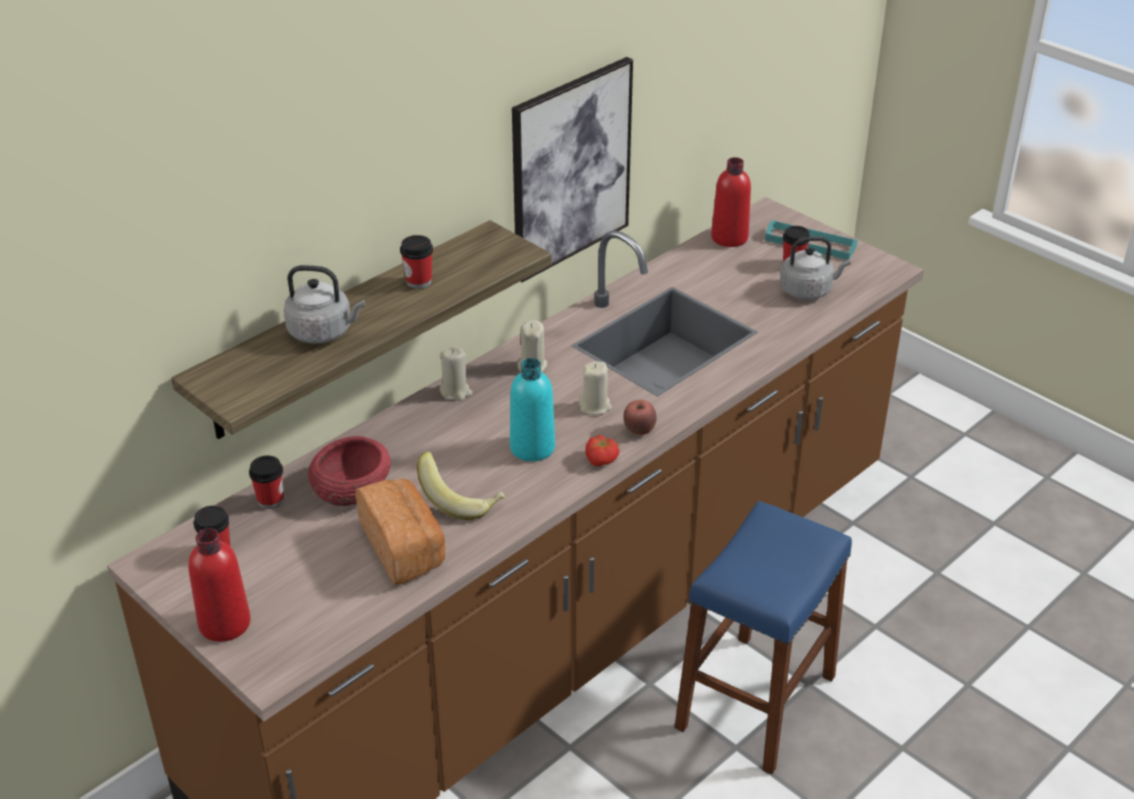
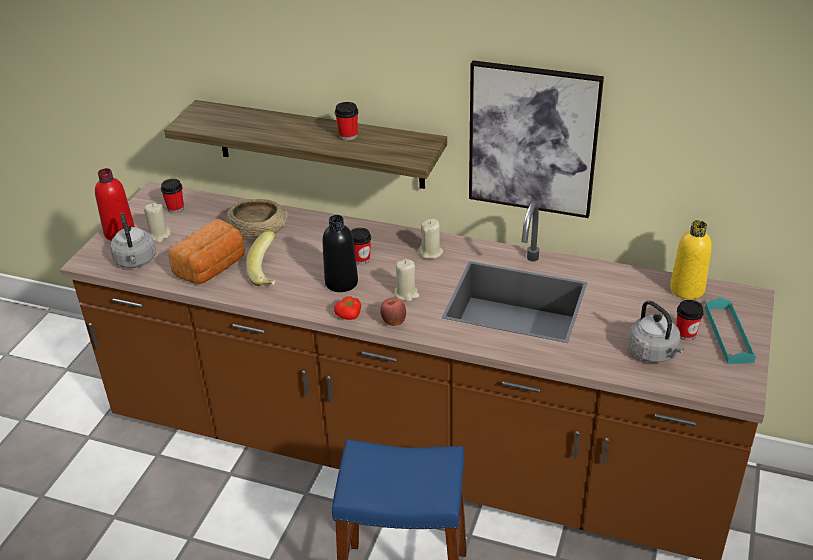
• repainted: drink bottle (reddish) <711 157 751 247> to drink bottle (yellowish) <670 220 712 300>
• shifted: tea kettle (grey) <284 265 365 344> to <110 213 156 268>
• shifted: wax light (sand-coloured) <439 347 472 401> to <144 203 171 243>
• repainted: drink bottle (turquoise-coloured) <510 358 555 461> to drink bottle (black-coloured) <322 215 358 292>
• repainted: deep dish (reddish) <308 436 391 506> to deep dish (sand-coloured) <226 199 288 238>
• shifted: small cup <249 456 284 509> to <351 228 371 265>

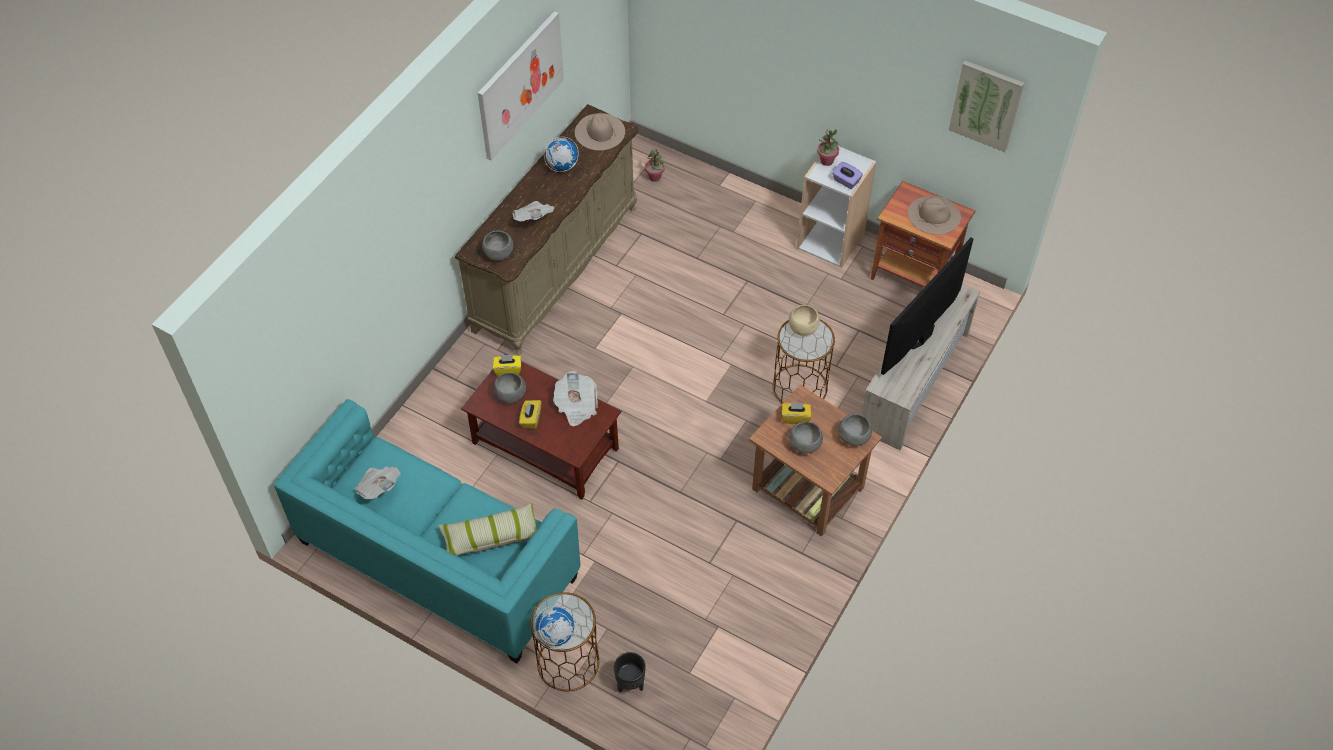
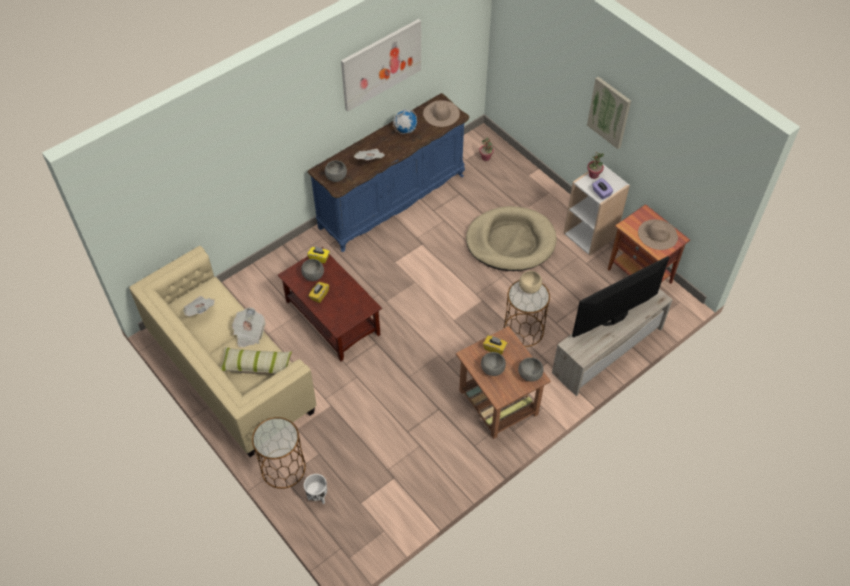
• shifted: picture <949 60 1024 152> to <587 77 631 149>
• repainted: cabinet (sand-coloured) <455 104 638 355> to cabinet (blue-coloured) <307 93 469 252>
• shifted: printed paper <553 371 598 426> to <232 307 266 347>
• repainted: settee (turquoise-coloured) <274 399 581 663> to settee (sand-coloured) <129 246 316 457>
• gone: desk globe <534 606 577 649>
• repainted: flower pot (black-coloured) <614 652 646 692> to flower pot (white) <304 474 327 504>
• new: dog bed (sand-coloured) <466 206 557 271>

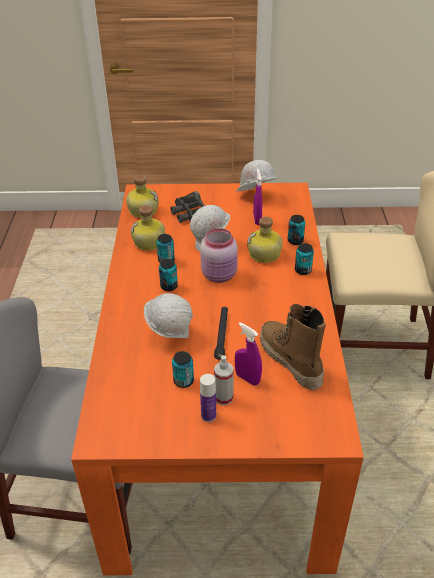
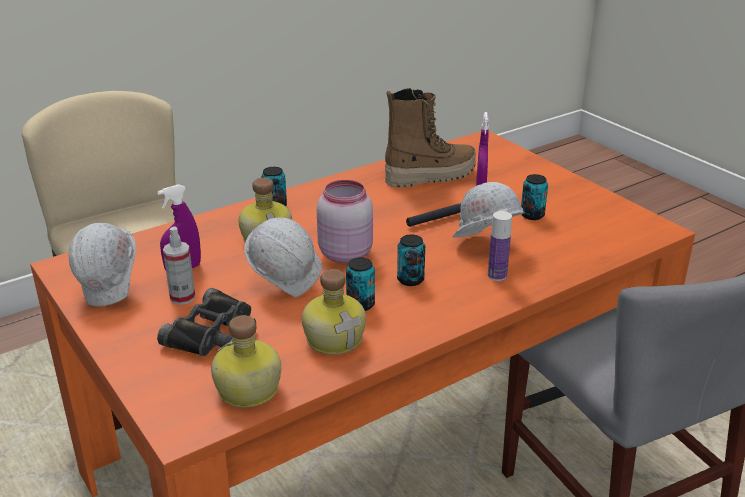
• gone: sealed can <288 215 305 245>
• rotated: tall boot <260 304 326 390> = <385 88 476 188> 135 degrees counterclockwise
• shifted: hand sprayer <214 355 234 405> to <163 226 195 305>
• shifted: drink bottle <200 374 216 422> to <488 211 512 281>

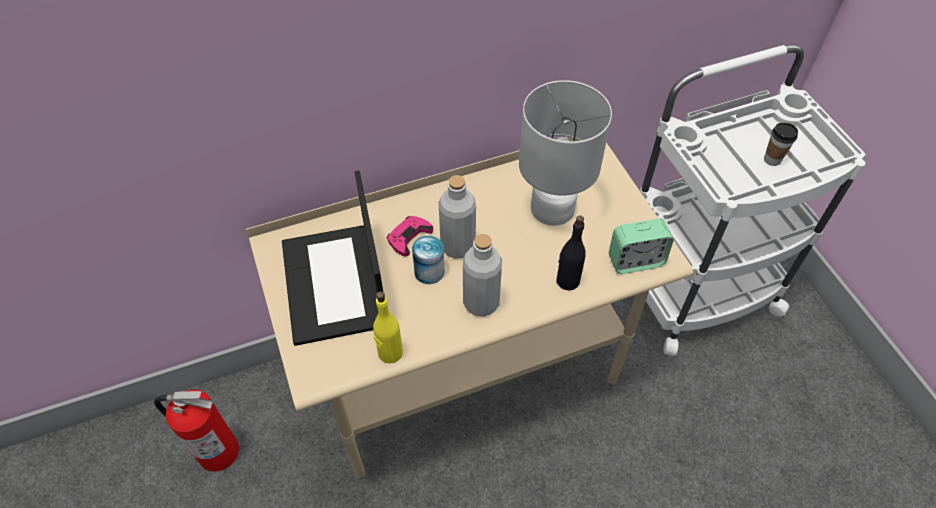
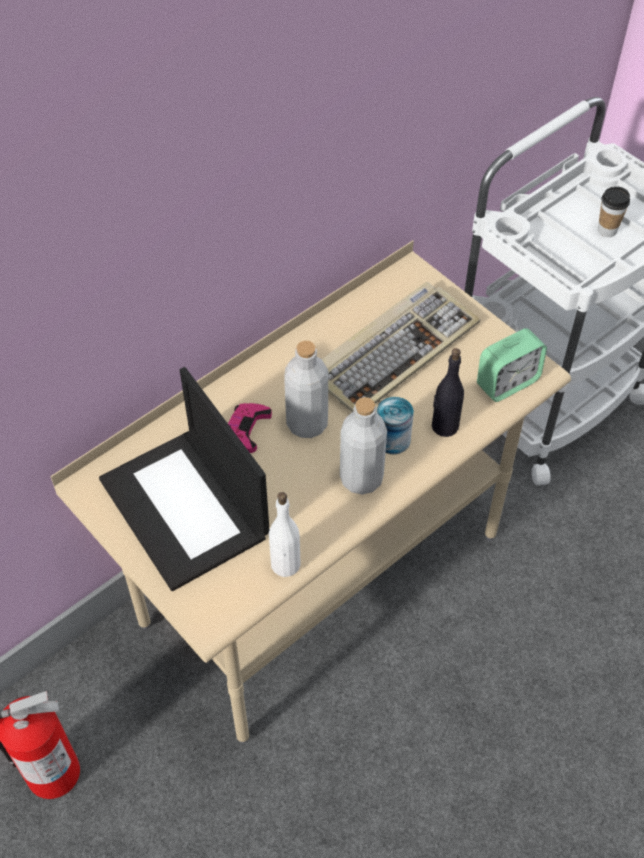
• swapped: lamp for a table (grey) <519 80 612 226> to computer keyboard <322 282 481 412>
• shifted: sealed can <412 235 445 284> to <377 397 414 454>
• repainted: drink bottle (yellowish) <373 291 403 364> to drink bottle (white) <269 492 301 577>

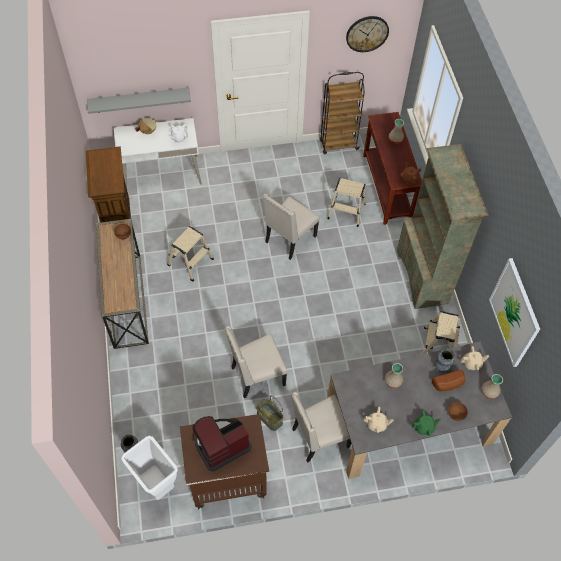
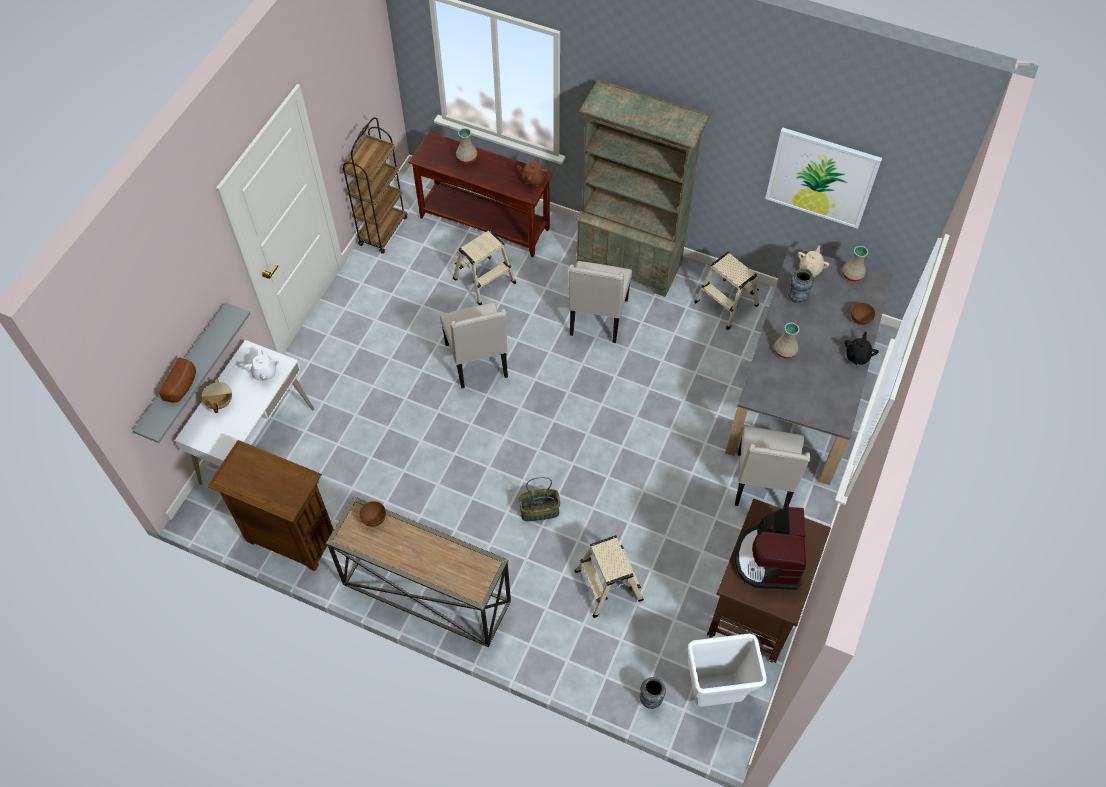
• gone: wall clock <346 16 389 52>
• shifted: step stool (sand-coloured) <167 226 214 282> to <575 535 644 618>
• shifted: plain chair (sand-coloured) <225 326 288 398> to <568 261 632 343>
• shifted: bread <432 370 466 391> to <159 358 196 402>
• shifted: household basket <256 396 284 431> to <519 477 560 521>
• gone: tea pot (sand-coloured) <363 407 393 433>
• repainted: tea pot (greenish) <411 410 441 436> to tea pot (black-coloured) <844 332 879 365>

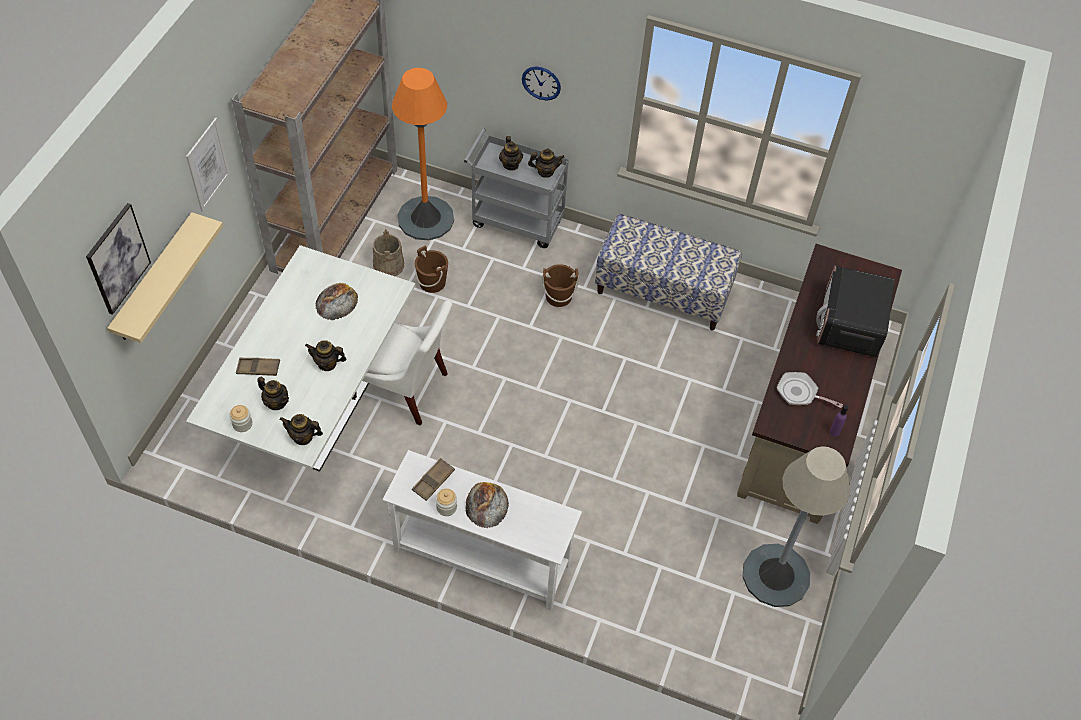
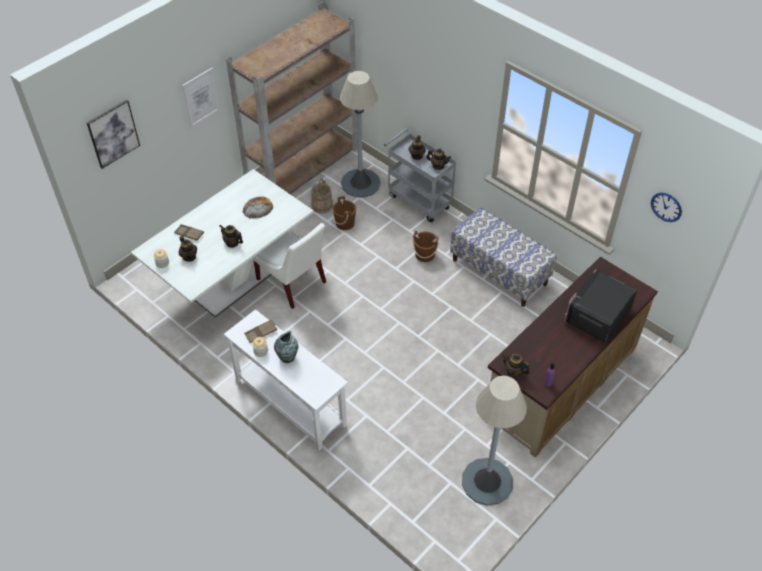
• shifted: wall clock <522 66 561 101> to <651 193 682 222>
• repainted: standing lamp (orange) <392 68 454 241> to standing lamp (grey) <340 71 381 197>
• gone: wall shelf (sand-coloured) <107 212 223 343>
• gone: skillet <777 372 843 408>
• shifted: tea pot <279 414 323 445> to <502 352 530 378>
• swapped: bread <465 482 509 528> to flower vase <274 331 298 363>

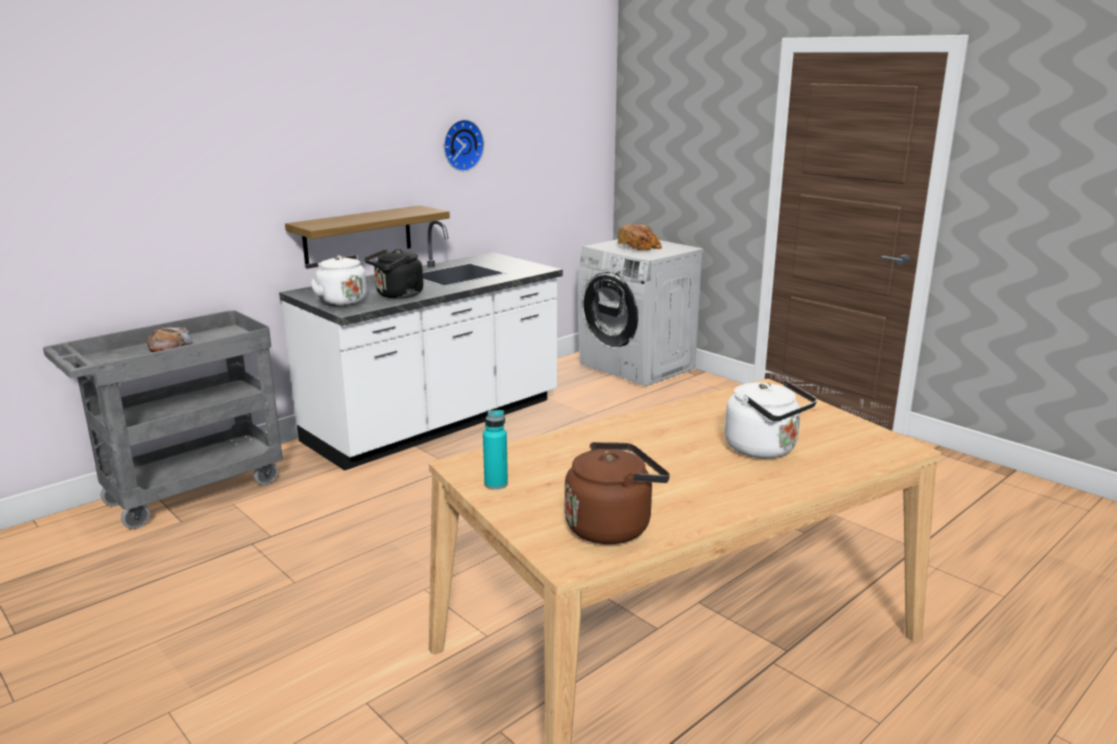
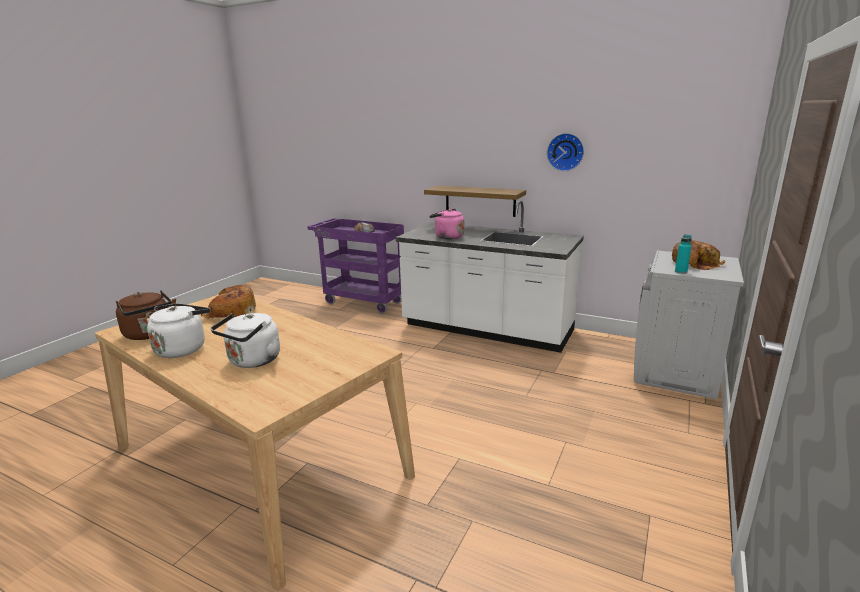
• repainted: tea kettle (black-coloured) <365 249 423 299> to tea kettle (pink) <429 209 464 239>
• shifted: tea kettle (white) <305 255 367 306> to <146 304 210 358>
• repainted: cart (grey) <43 310 283 529> to cart (purple-coloured) <307 218 404 314>
• shifted: drink bottle (turquoise-coloured) <483 410 508 490> to <675 234 692 274>
• new: bread <201 285 256 319>

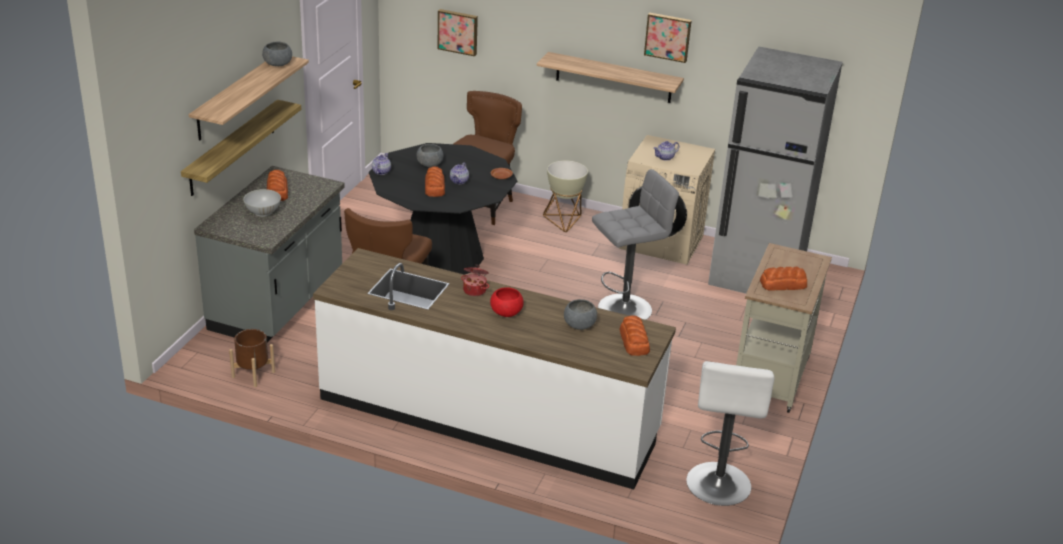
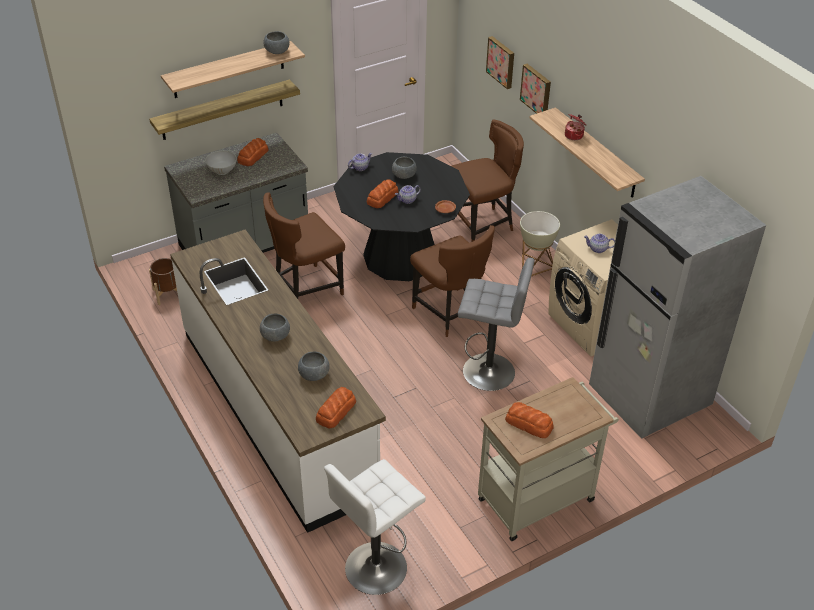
• shifted: picture <644 13 692 63> to <520 64 551 114>
• shifted: saucepot <461 264 489 296> to <565 114 586 140>
• repainted: deep dish (reddish) <490 287 524 317> to deep dish (grey) <260 314 290 342>
• new: plain chair (brownish) <410 225 495 337>

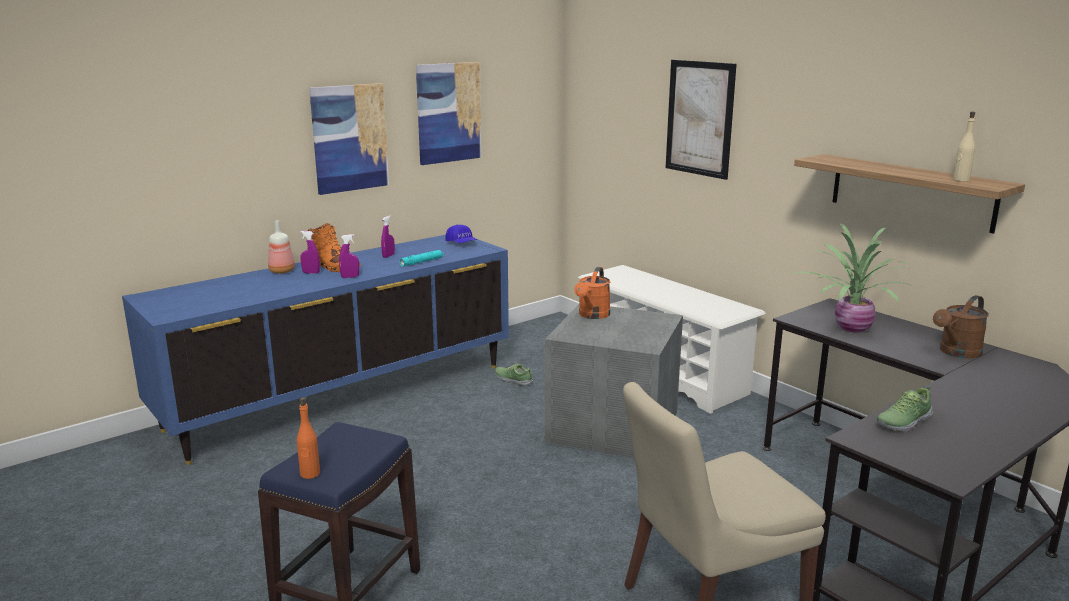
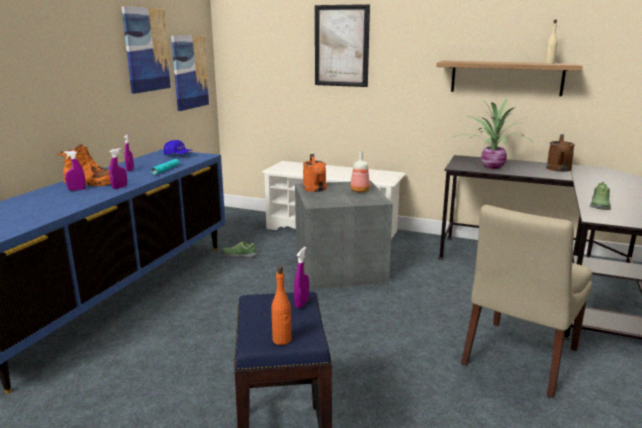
• shifted: picture <309 83 389 195> to <171 35 210 111>
• shifted: drink bottle <268 220 295 274> to <350 151 370 193>
• new: hand sprayer (purple-coloured) <294 247 309 308>

